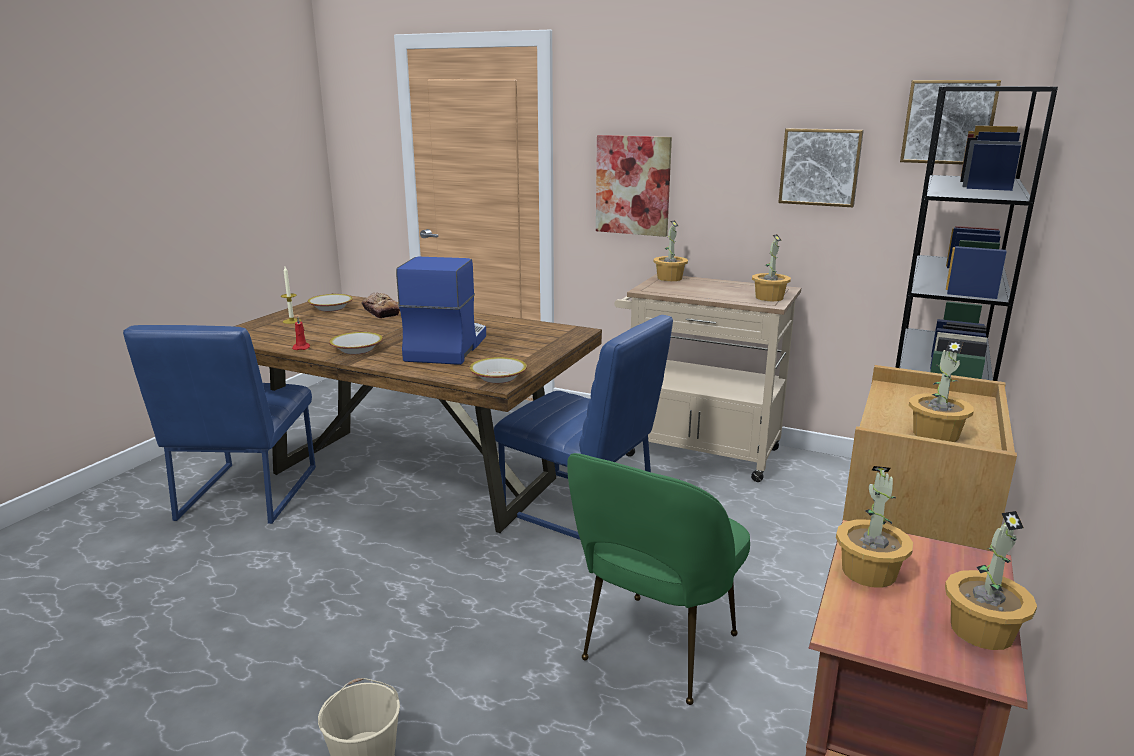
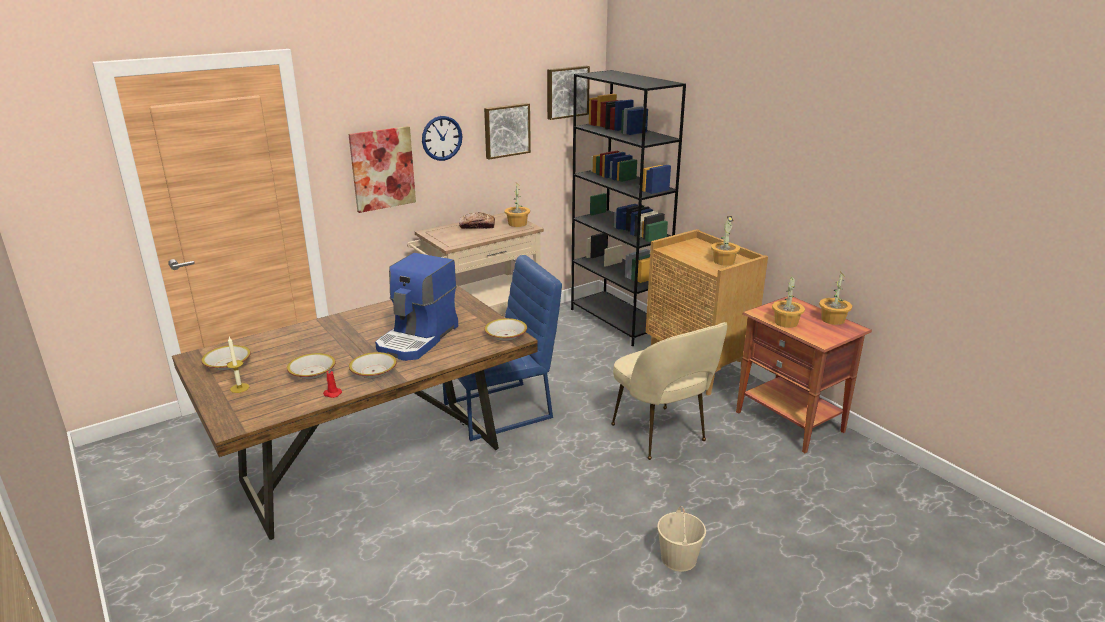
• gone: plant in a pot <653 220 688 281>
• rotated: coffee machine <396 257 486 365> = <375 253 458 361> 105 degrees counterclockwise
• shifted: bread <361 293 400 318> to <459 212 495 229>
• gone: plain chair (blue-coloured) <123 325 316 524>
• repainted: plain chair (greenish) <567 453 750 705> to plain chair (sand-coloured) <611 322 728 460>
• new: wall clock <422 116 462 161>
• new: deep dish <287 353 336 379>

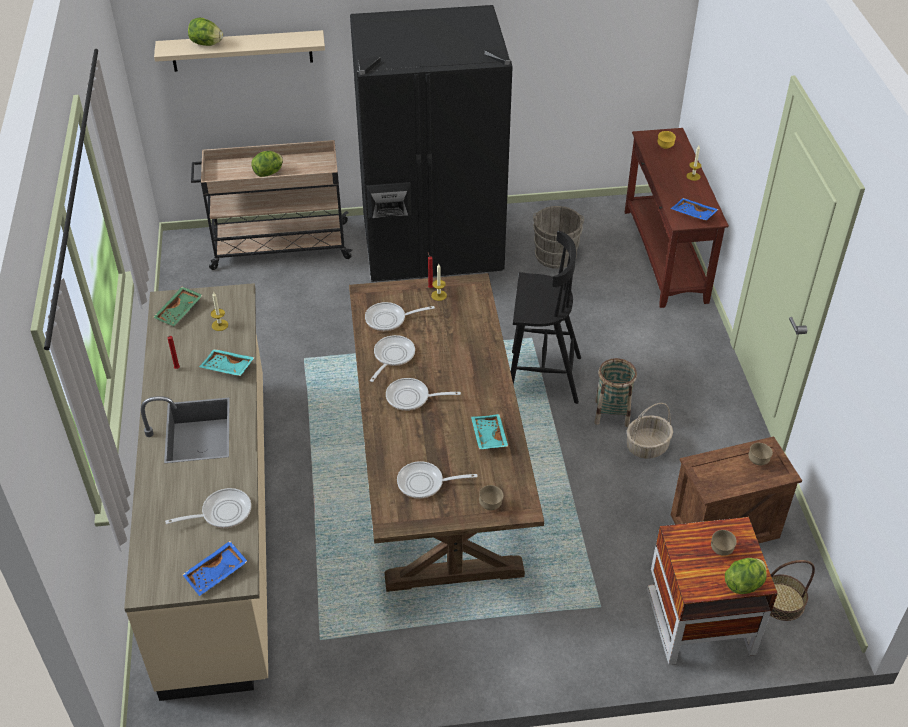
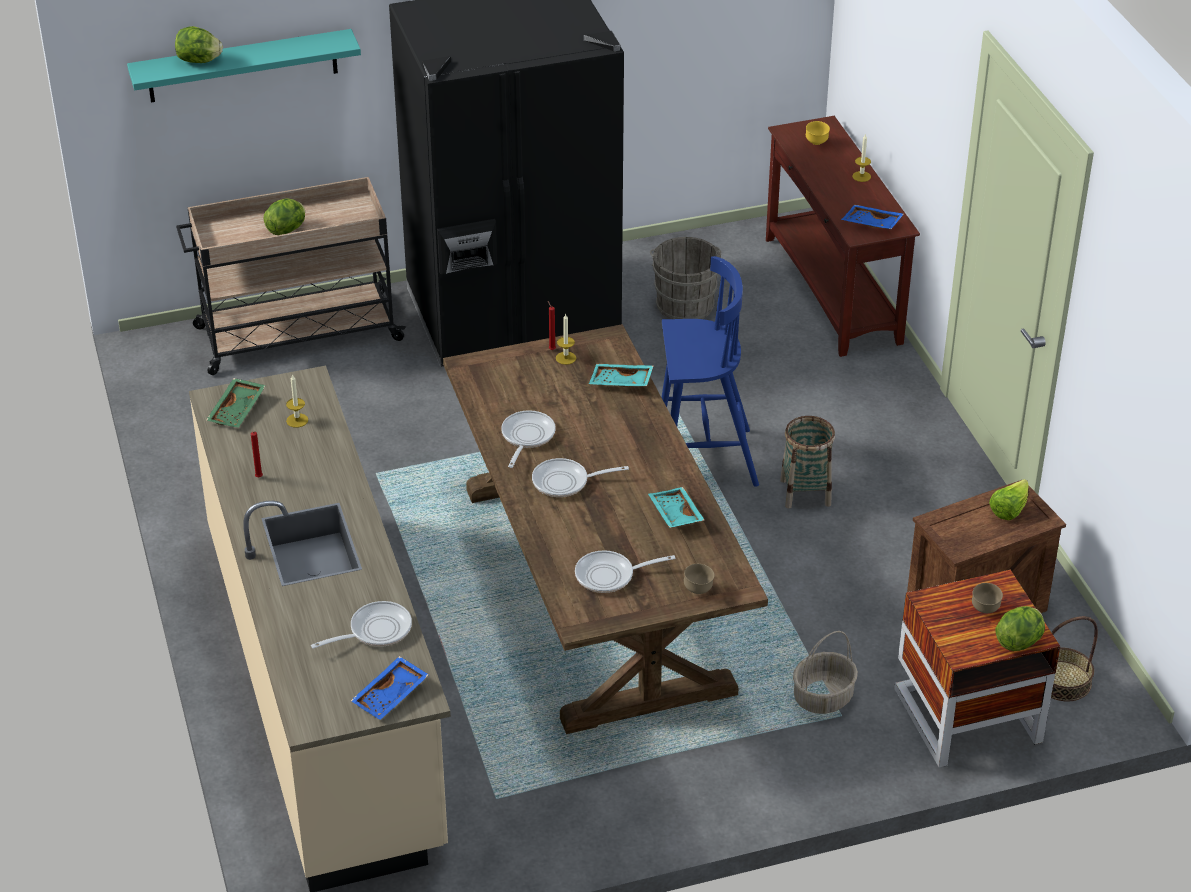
• repainted: wall shelf (sand-coloured) <154 30 325 72> to wall shelf (turquoise-coloured) <127 29 361 103>
• repainted: stool (black-coloured) <511 231 581 404> to stool (blue-coloured) <661 256 759 487>
• gone: skillet <365 302 435 331>
• shifted: serving tray (turquoise-coloured) <199 349 255 376> to <589 364 654 387>
• shifted: household basket <627 403 673 459> to <793 631 858 714>
• swapped: deep dish (brownish) <748 443 773 465> to head of lettuce <989 479 1028 520>

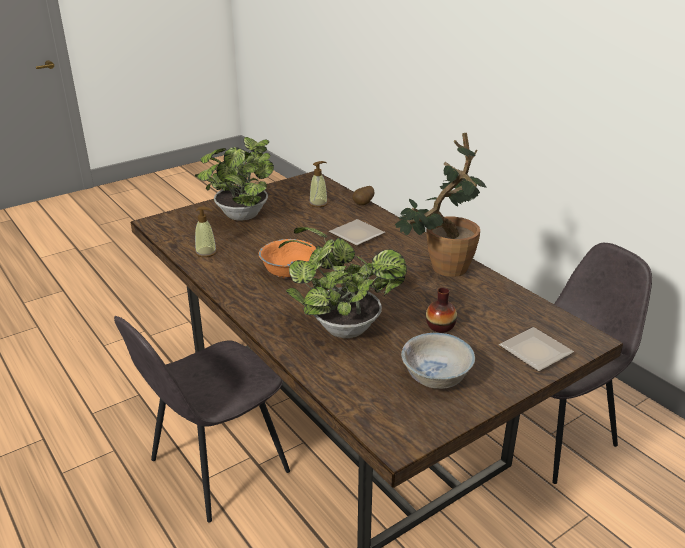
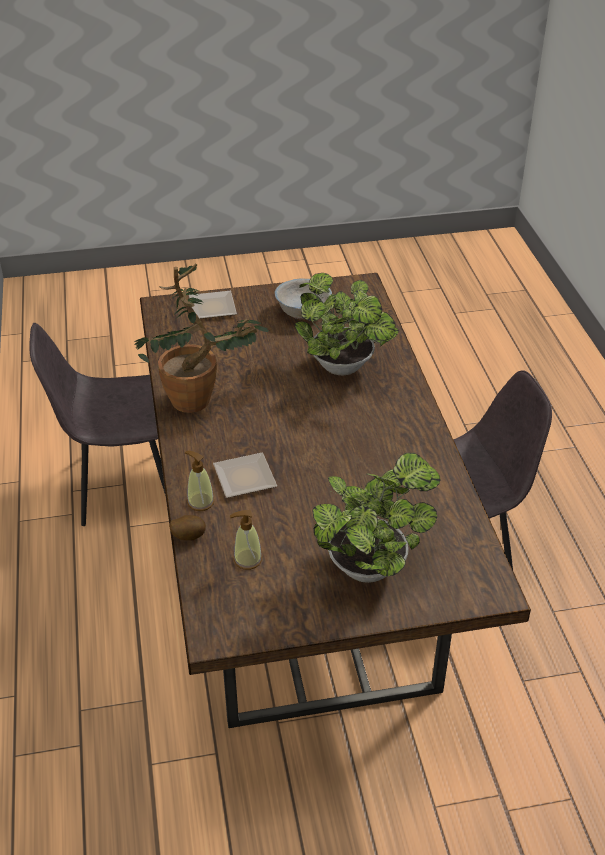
• shifted: liquid soap bottle <195 207 217 257> to <185 451 214 511>
• gone: deep dish (orange) <259 239 316 279>
• gone: flower vase <426 288 457 333>

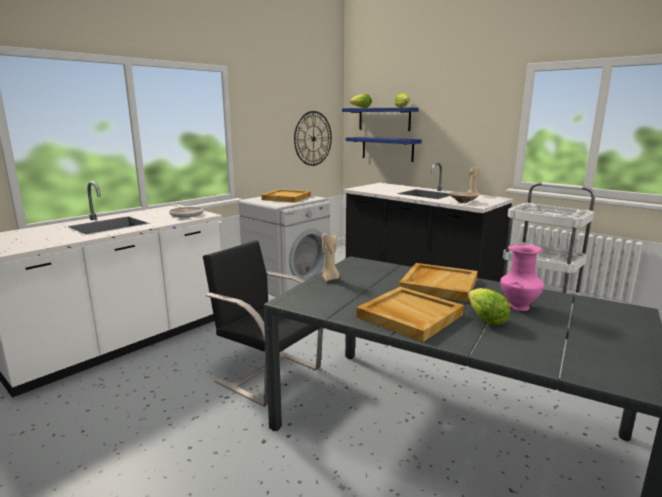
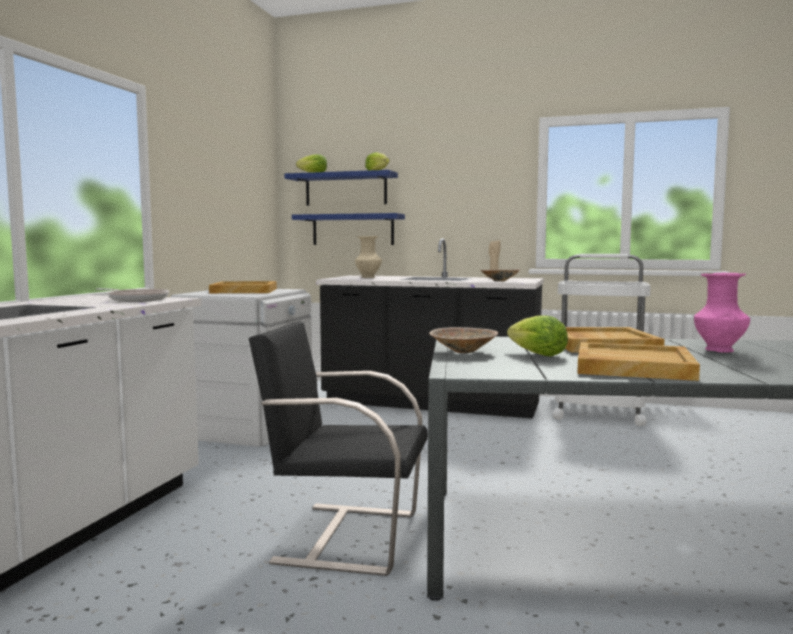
• gone: wall clock <294 111 332 166>
• swapped: wax light (sand-coloured) <321 232 340 281> to deep dish (sand-coloured) <429 327 498 353>
• shifted: head of lettuce <468 288 510 325> to <507 315 568 356>
• new: flower vase (sand-coloured) <355 236 382 278>

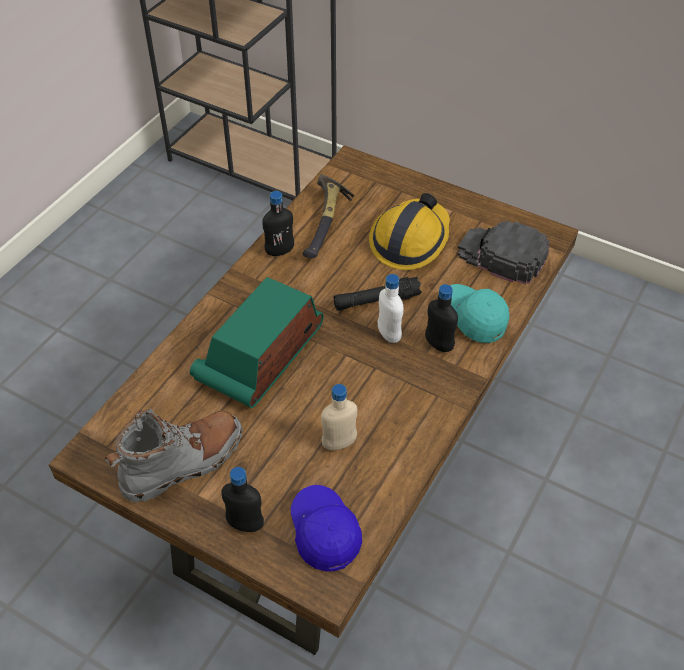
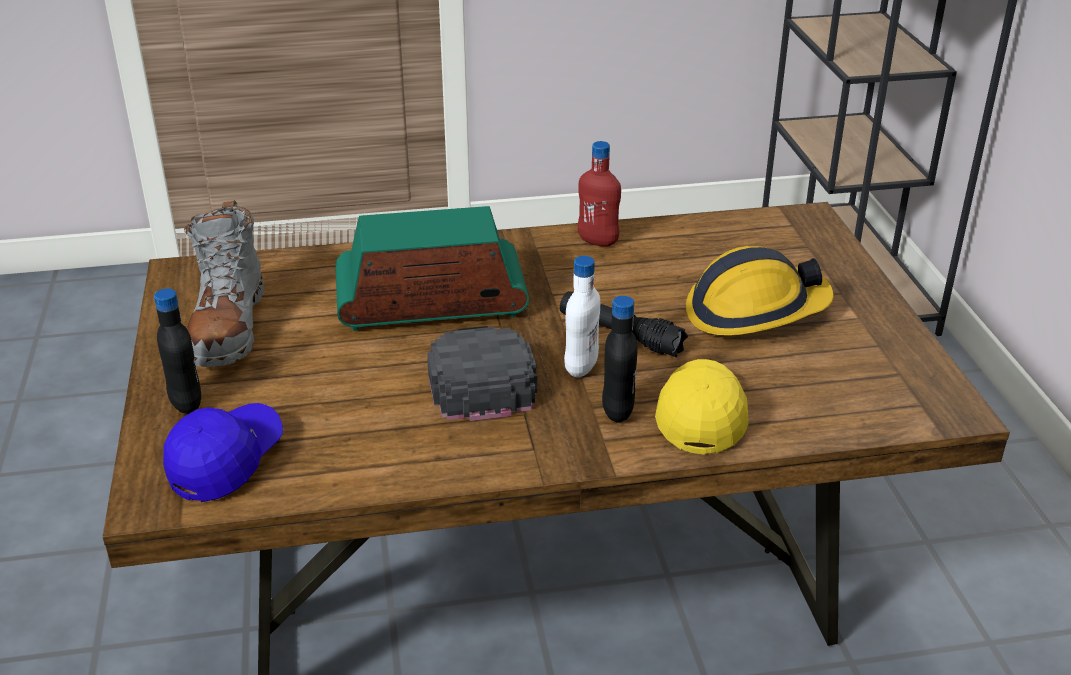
• gone: tool hammer <302 174 354 258>
• repainted: drink bottle (black-coloured) <262 191 294 256> to drink bottle (reddish) <578 141 621 247>
• shifted: baseball cap (black-coloured) <458 221 549 285> to <427 326 537 421>
• repainted: baseball cap (turquoise-coloured) <450 284 509 343> to baseball cap (yellowish) <655 359 748 455>
• gone: drink bottle (sand-coloured) <321 384 357 451>
• rotated: tall boot (grey) <105 409 243 502> = <184 200 264 367> 75 degrees clockwise

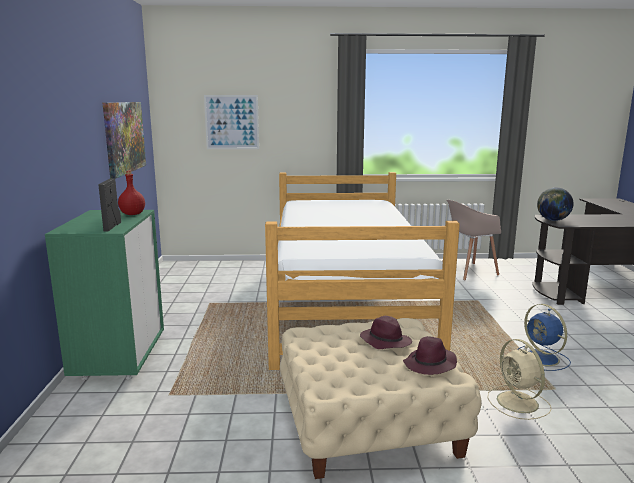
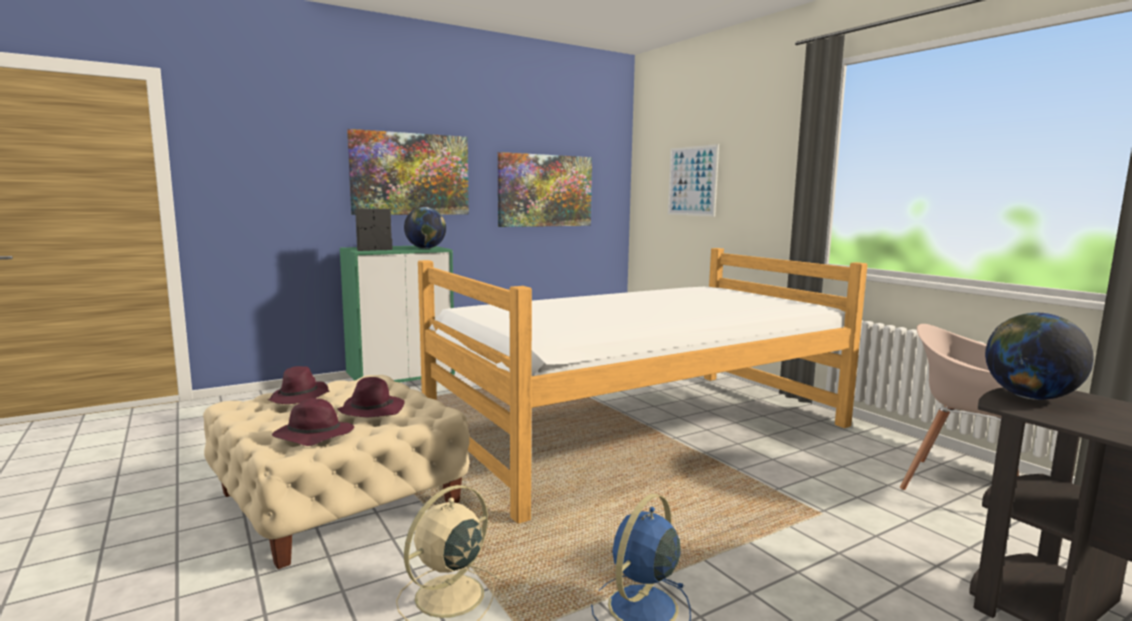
• swapped: drink bottle (reddish) <118 171 145 215> to desk globe <404 207 446 249>
• new: picture <347 129 469 215>
• new: wearable hat (purple-coloured) <268 366 329 404>

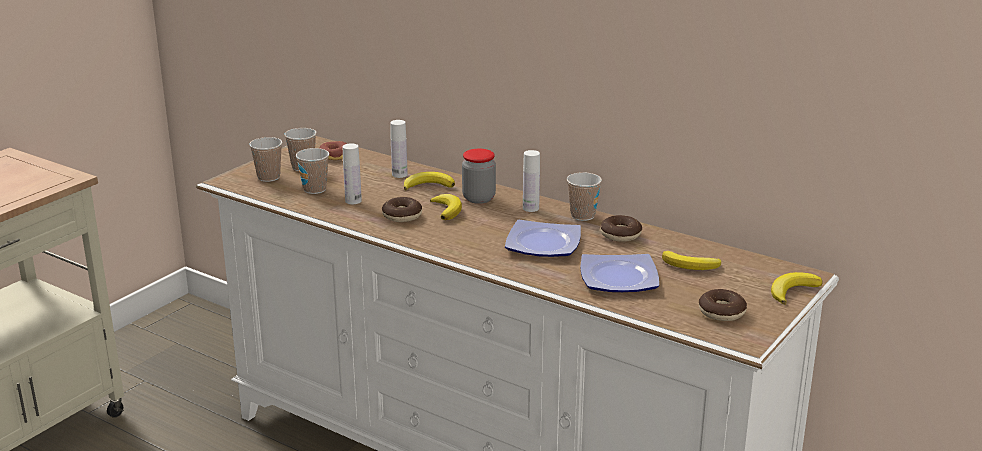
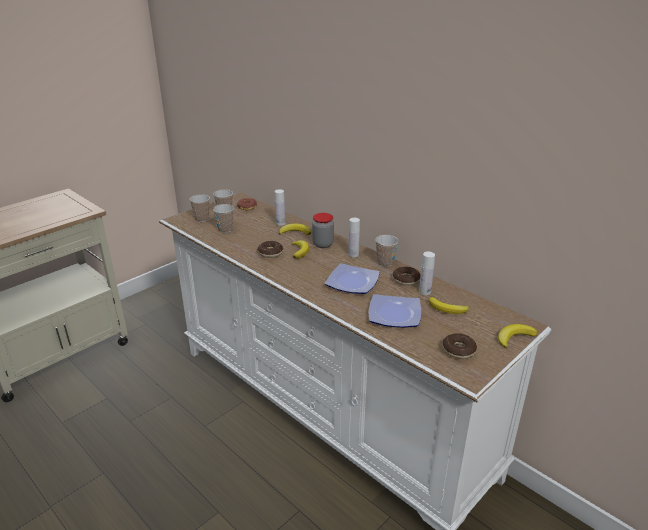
• shifted: drink bottle (white) <343 143 362 204> to <419 252 435 295>

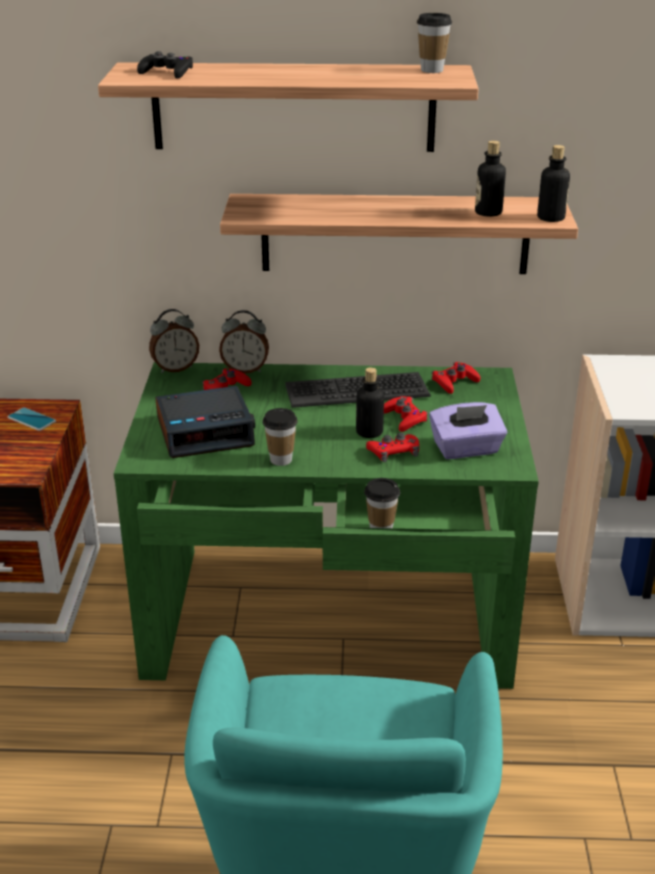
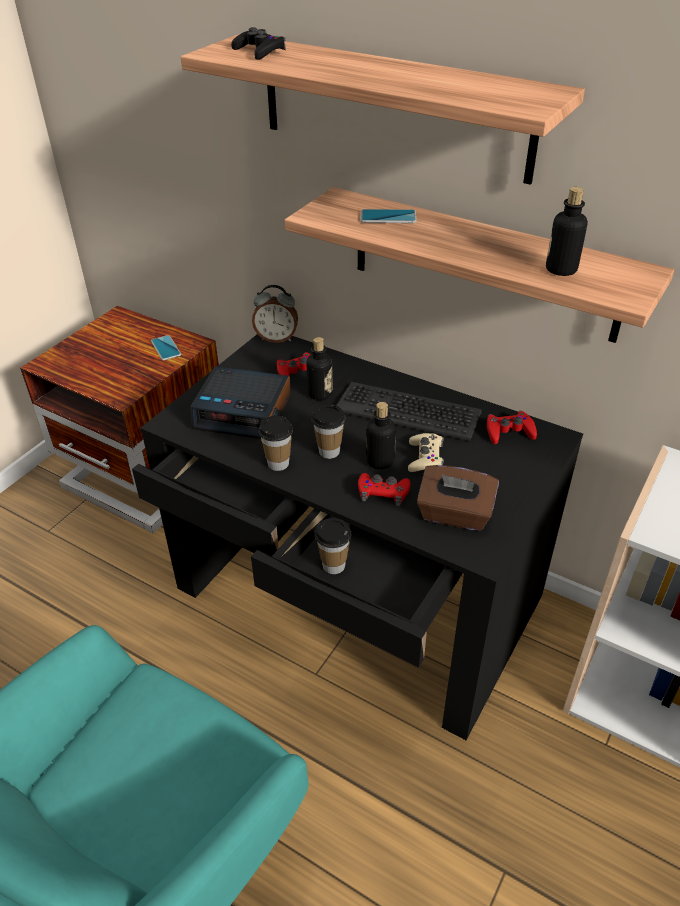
• shifted: small cup <417 13 452 73> to <312 404 346 459>
• shifted: drink bottle <537 145 570 222> to <307 337 333 401>
• gone: alarm clock <219 310 269 374>
• repainted: desk (greenish) <113 362 539 689> to desk (black-coloured) <132 334 583 740>
• repainted: gamepad (reddish) <384 396 428 432> to gamepad (sand-coloured) <408 433 444 472>
• repainted: box of tissues (purple-coloured) <429 402 507 459> to box of tissues (brownish) <417 465 499 531>
• new: handset <361 209 416 223>

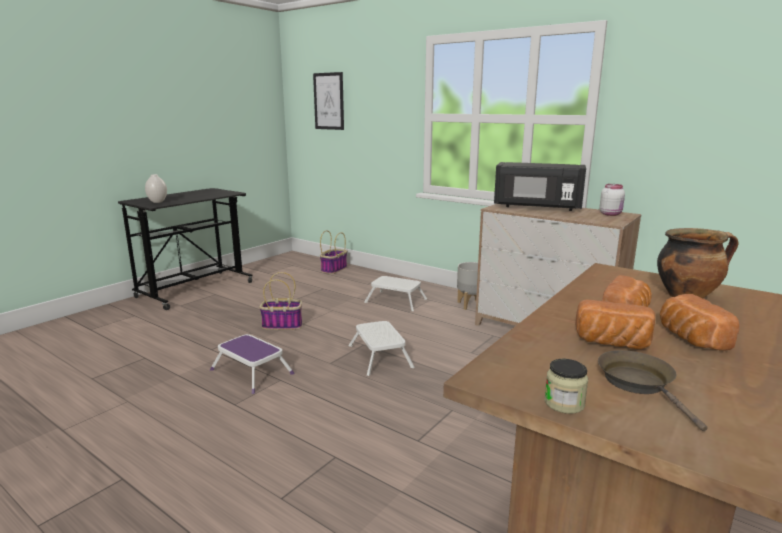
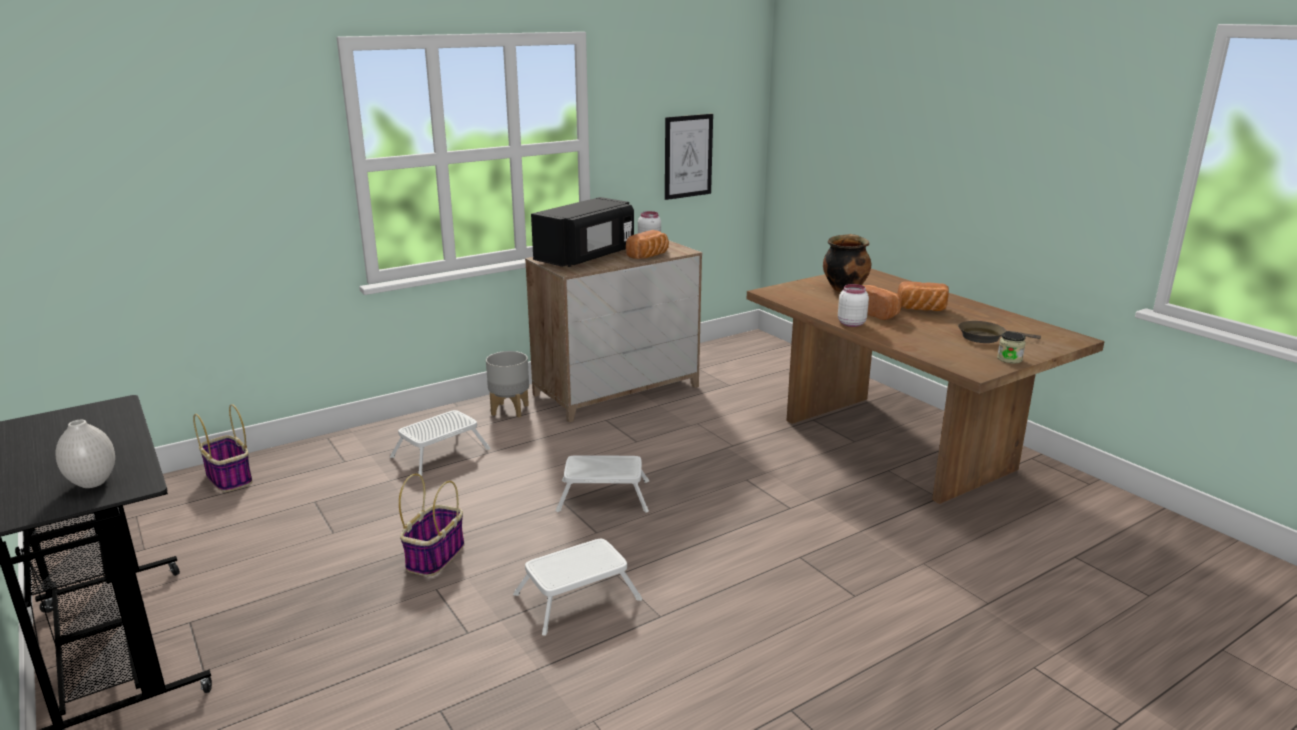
• shifted: picture <313 72 344 130> to <665 114 713 200>
• shifted: bread <575 300 656 349> to <626 230 669 259>
• repainted: step stool (purple-coloured) <210 334 294 394> to step stool (white) <513 539 642 636>
• new: jar (white) <838 284 869 327>

